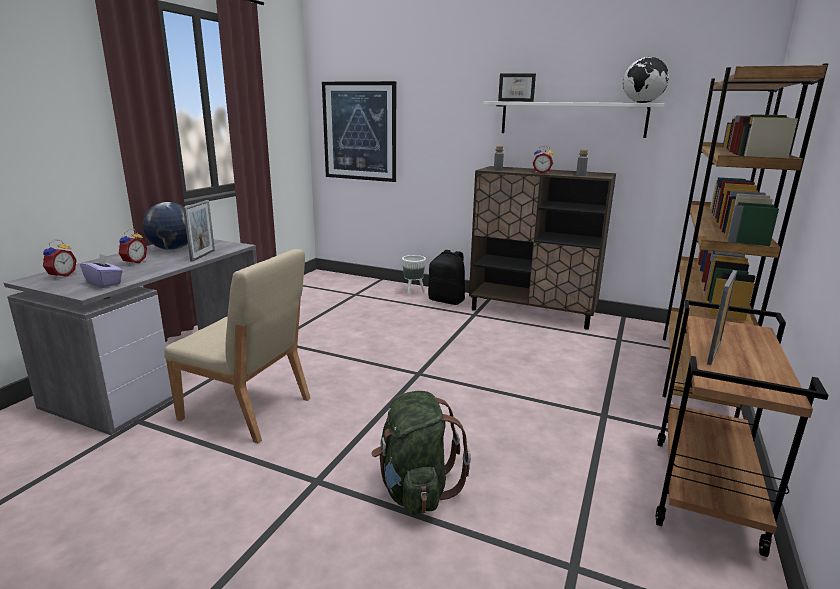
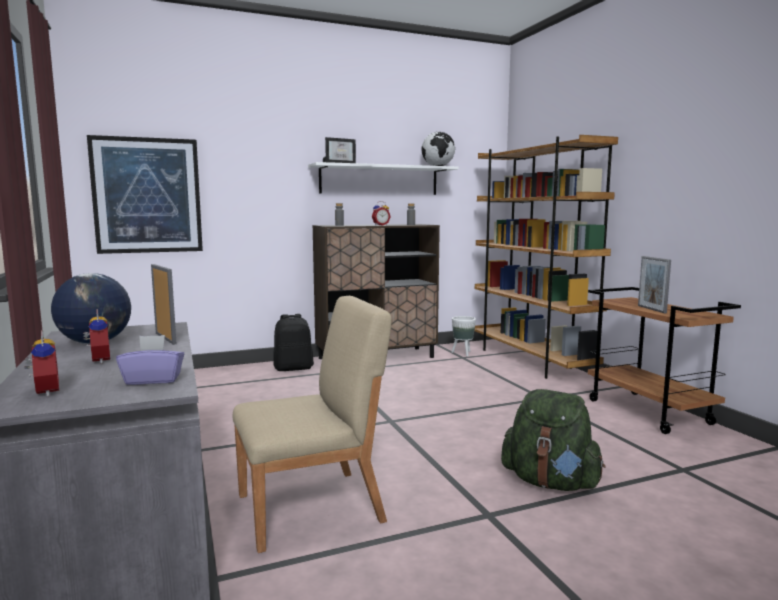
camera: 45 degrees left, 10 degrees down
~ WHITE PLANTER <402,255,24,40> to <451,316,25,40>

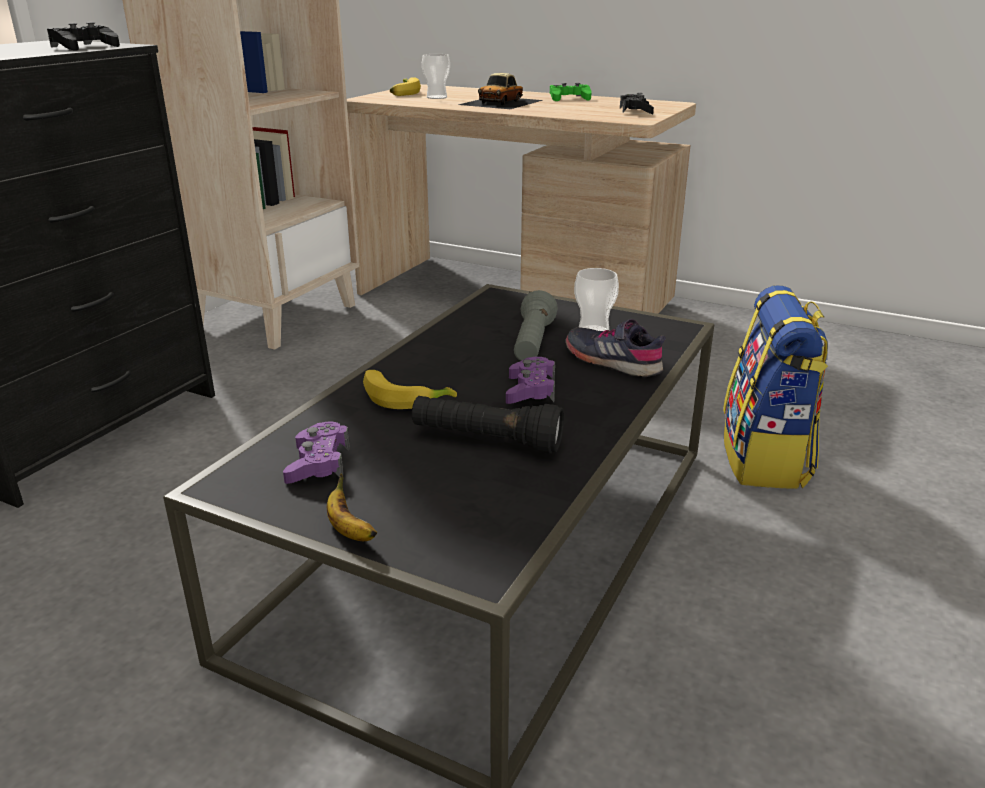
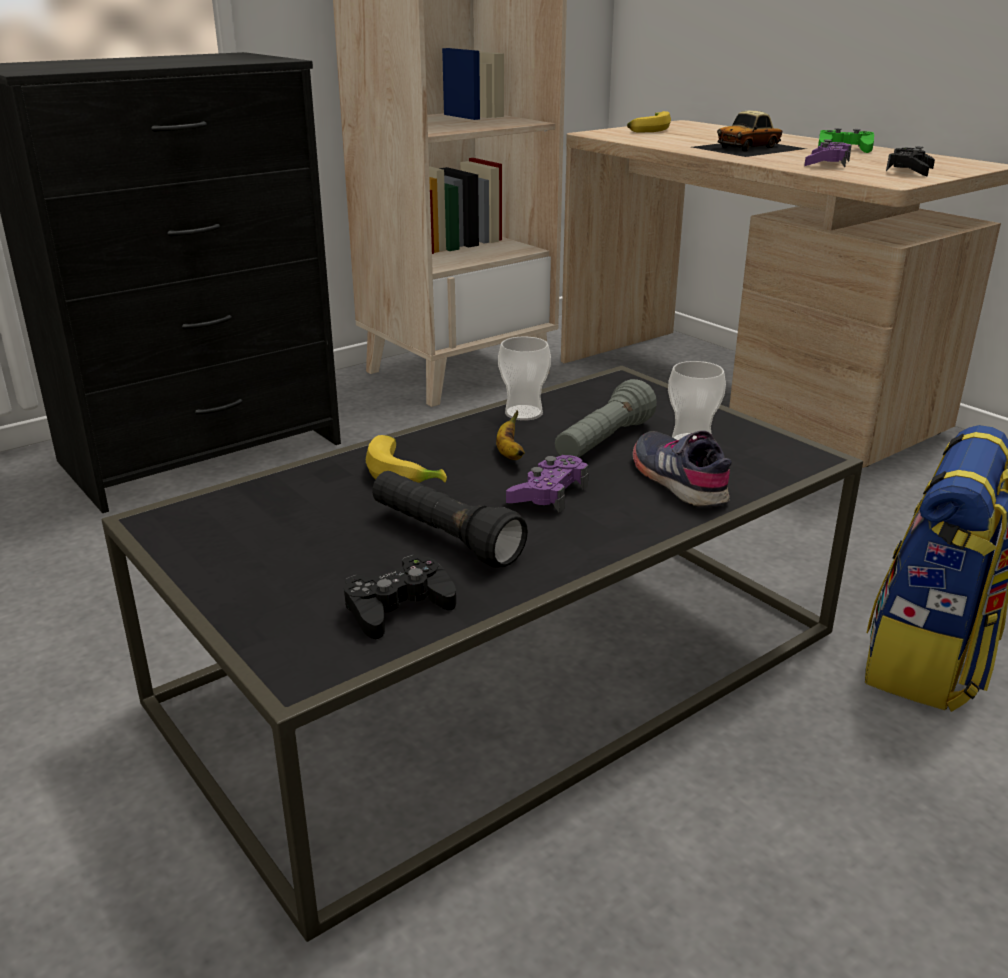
camera: 25 degrees right, 0 degrees up
~ BLACK GAME CONTROLLER <47,22,73,29> to <344,555,112,84>
~ CUP <422,54,28,45> to <498,336,53,85>
~ PURPLE GAME CONTROLLER <283,421,67,63> to <804,139,48,29>
~ BANANA <327,474,50,67> to <496,410,29,50>

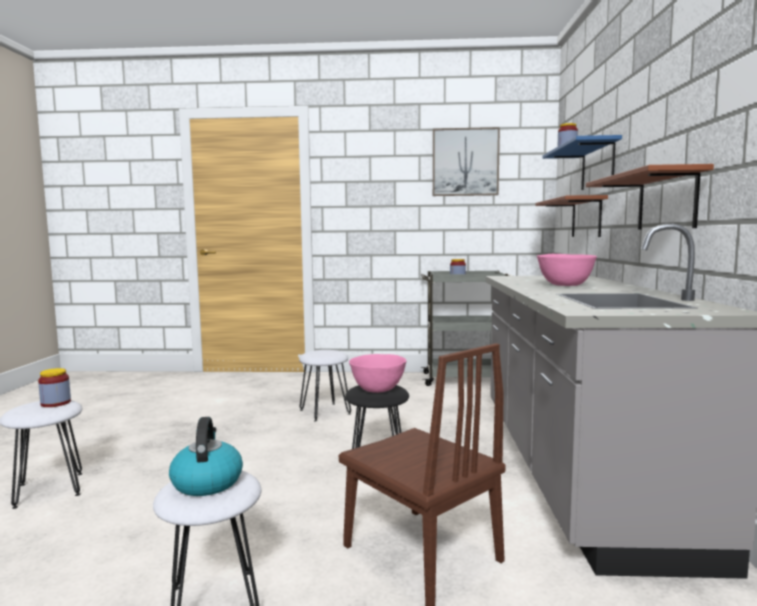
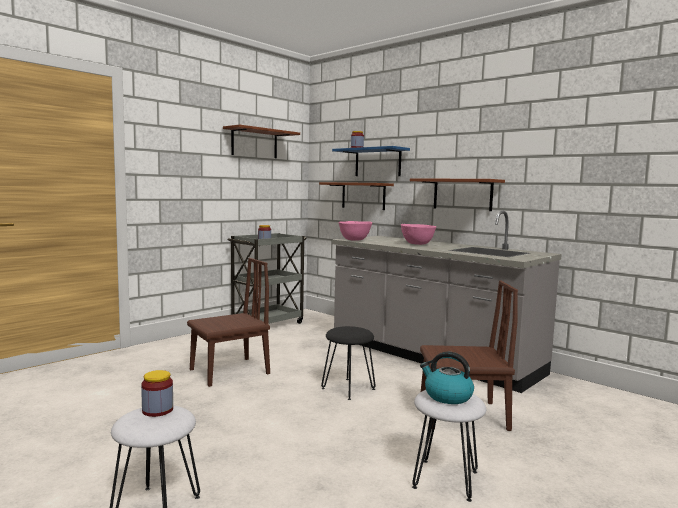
camera: 50 degrees left, 0 degrees up
~ PICTURE <433,127,67,69> to BROWN SHELF <223,125,77,33>
~ WHITE STOOL <299,350,52,71> to BROWN CHAIR <187,258,83,129>
~ PINK BOWL <349,354,57,39> to <338,221,34,20>

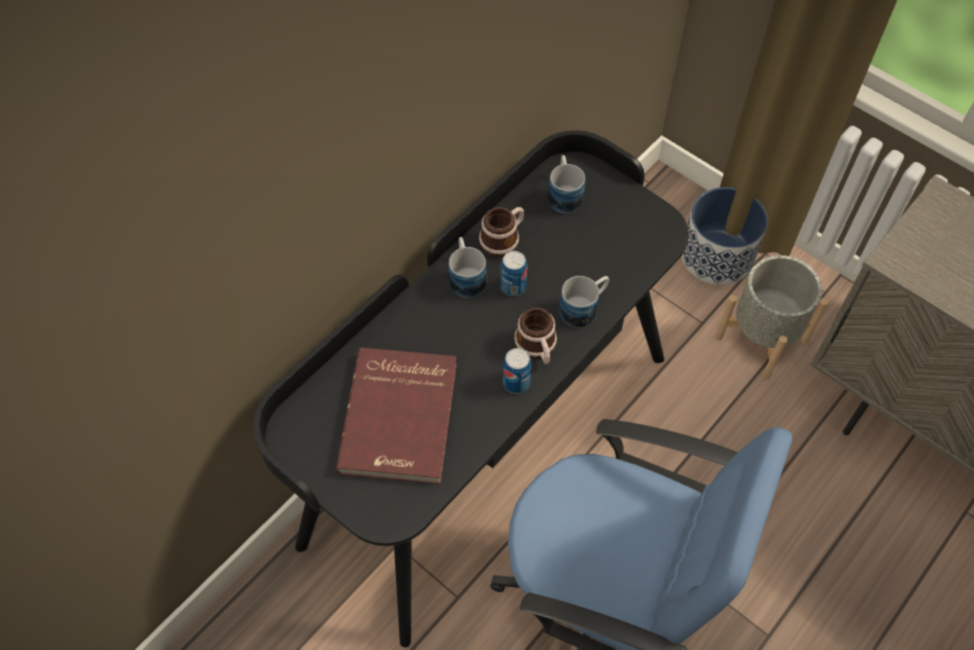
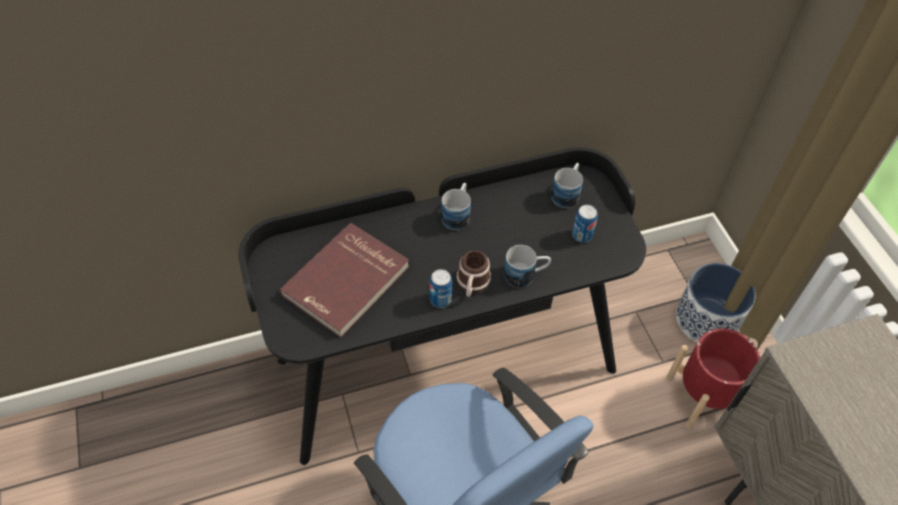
camera: 30 degrees right, 5 degrees down
- MUG <479,207,45,50>
~ CAN <500,251,27,45> to <572,205,26,37>
~ GREY PLANTER <715,255,113,125> to RED PLANTER <666,328,94,101>

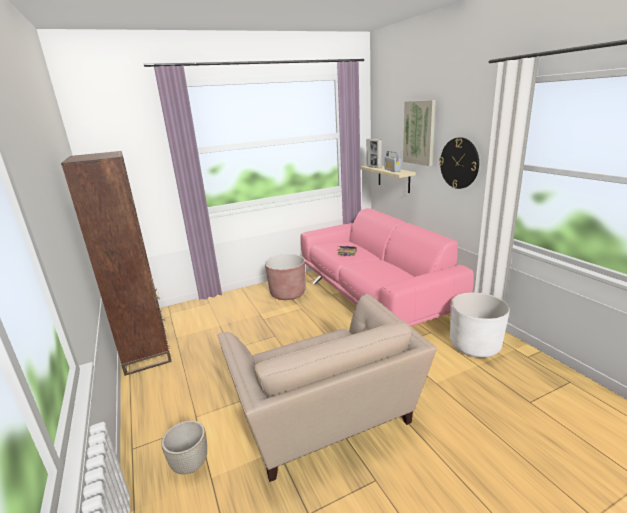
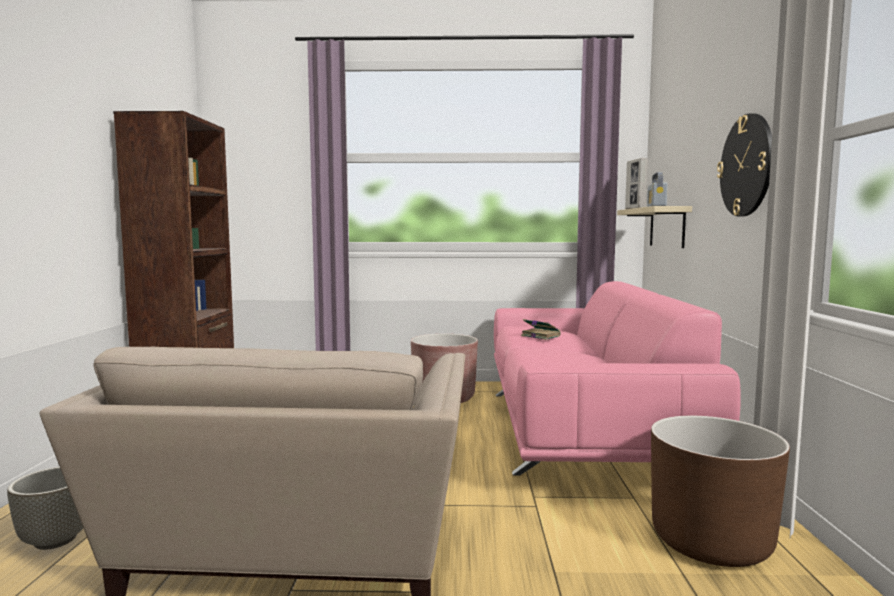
camera: 25 degrees right, 15 degrees down
- PICTURE <403,100,33,66>
~ WHITE PLANTER <450,292,60,66> to BROWN PLANTER <651,416,139,151>

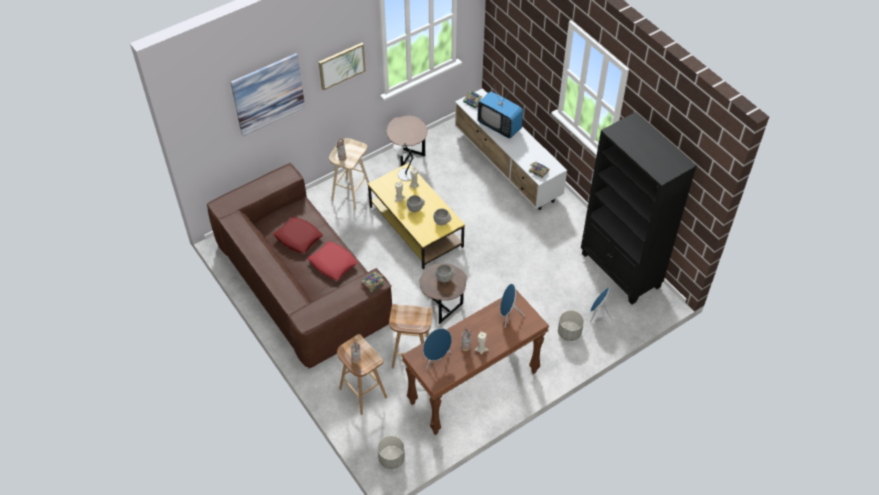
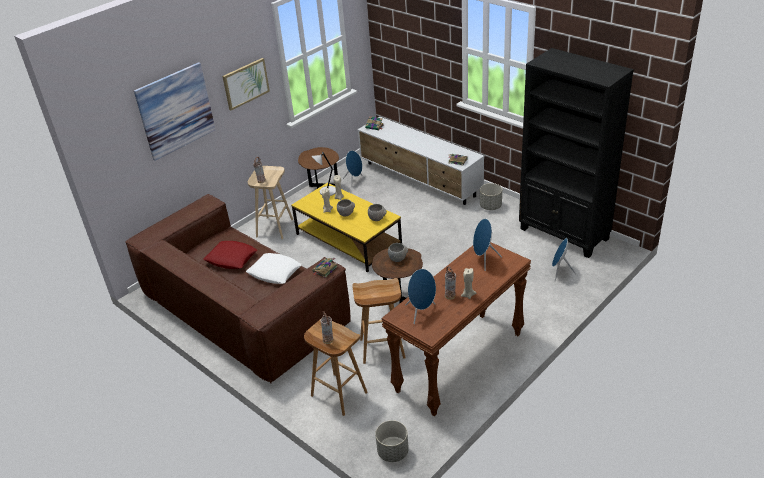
camera: 10 degrees left, 15 degrees down
- TELEVISION <477,85,46,54>
~ RED PILLOW <308,242,50,38> to WHITE PILLOW <246,253,55,31>
~ GREY PLANTER <558,310,26,31> to <480,183,22,27>
+ BLUE SPEAKER <343,150,20,38>

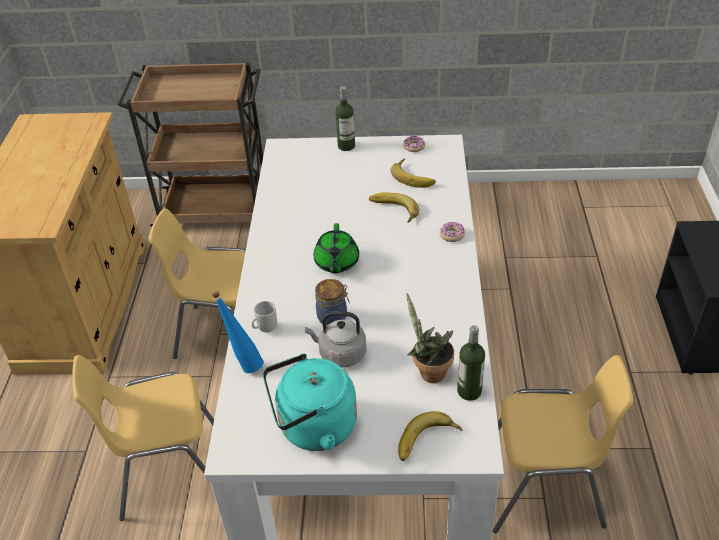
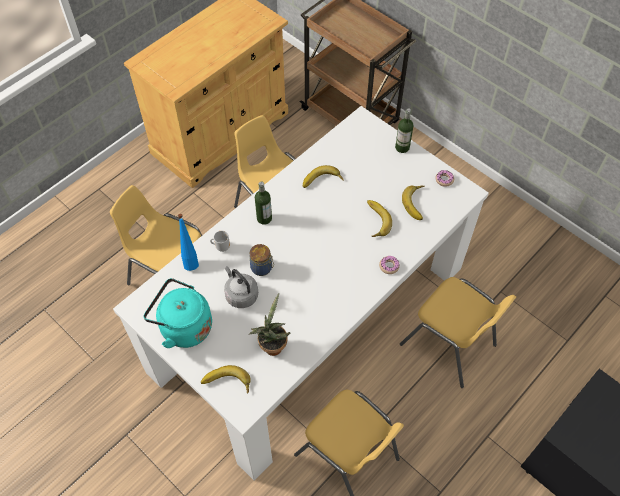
camera: 40 degrees right, 15 degrees up
- GREEN TEAPOT <314,223,45,50>
~ BOTTLE <457,325,28,76> to <255,181,17,44>
+ BANANA <303,165,40,23>
+ YELLOW CHAIR <400,277,116,111>

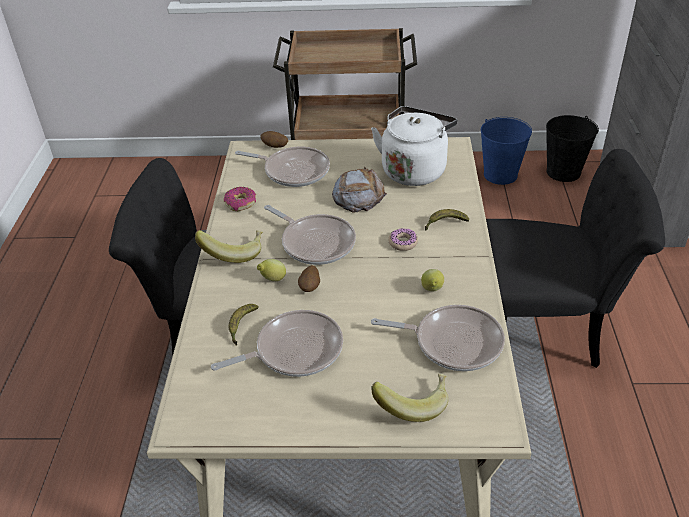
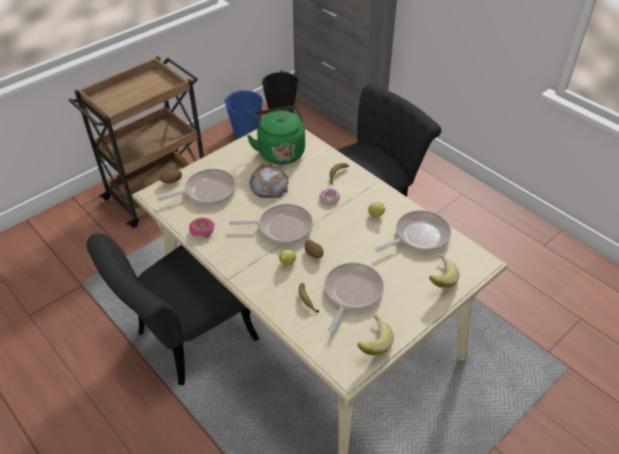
camera: 45 degrees left, 5 degrees up
~ WHITE KETTLE <371,106,86,80> to GREEN KETTLE <247,106,58,59>
~ BANANA <195,230,68,33> to <357,314,37,41>

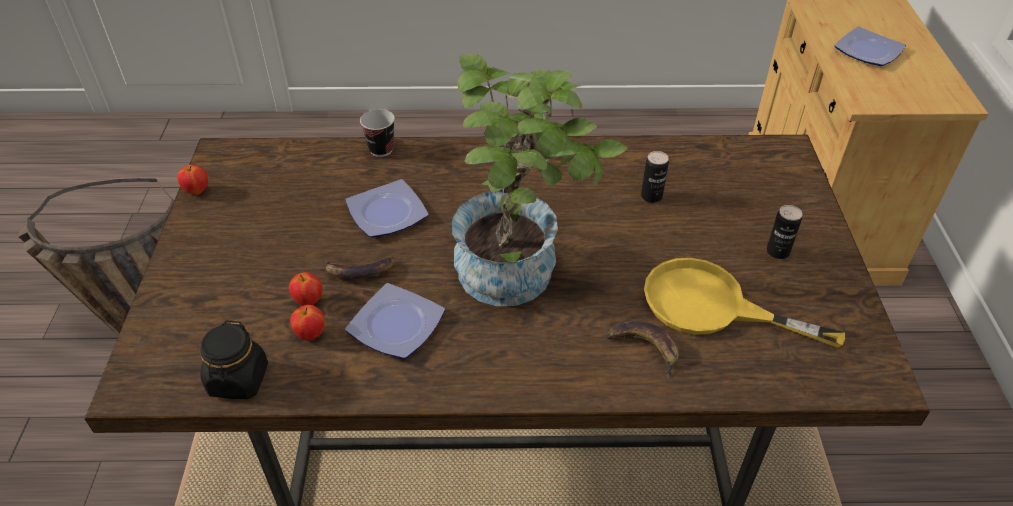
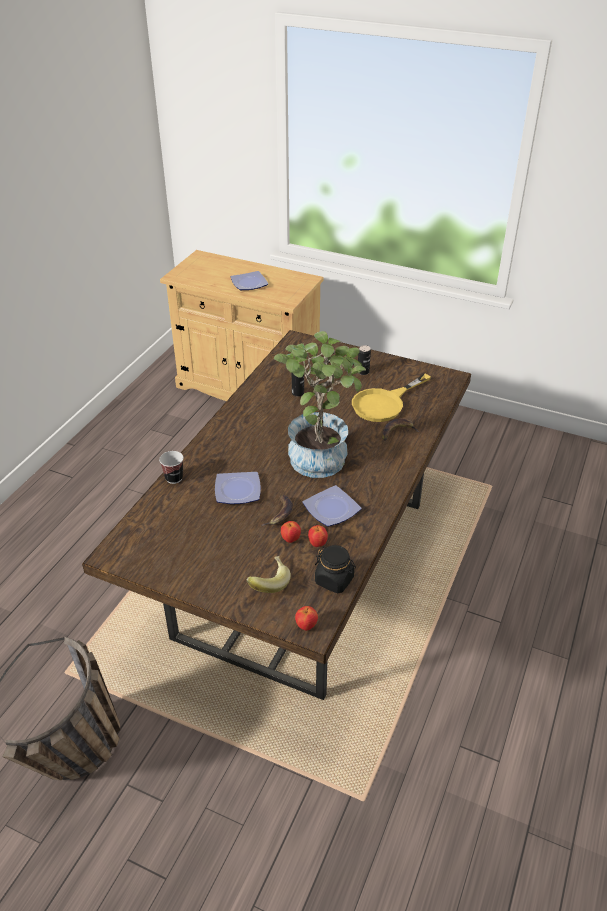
camera: 65 degrees left, 5 degrees down
~ APPLE <177,165,31,30> to <295,606,23,25>
+ BANANA <247,556,44,37>

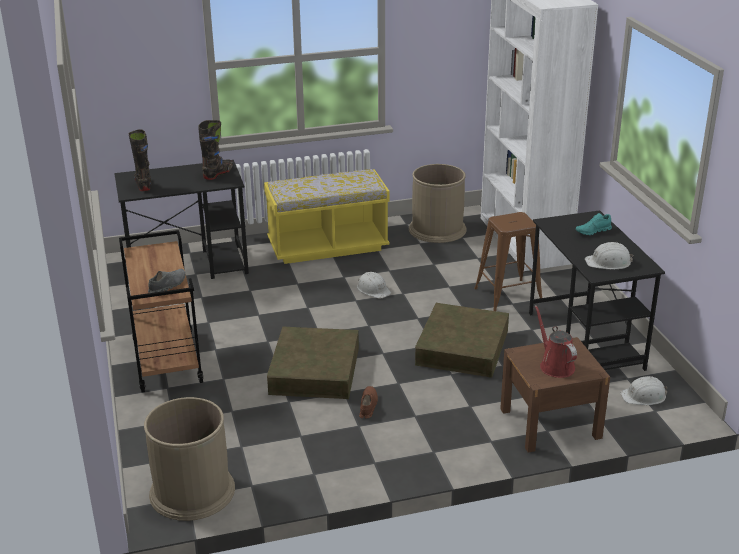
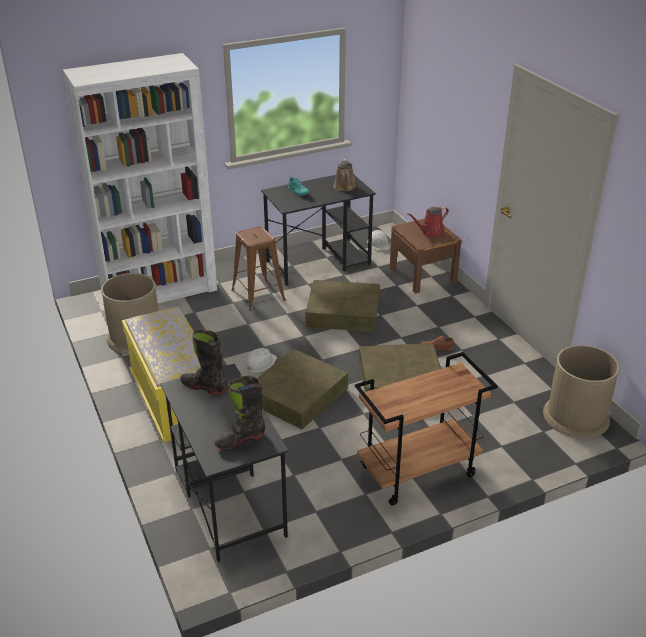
camera: 100 degrees left, 5 degrees up
~ WHITE HARD HAT <585,242,48,27> to BROWN WATERING CAN <334,159,22,32>
- GREY SHOE <148,269,37,24>
+ BROWN STORAGE BOX <257,349,91,80>

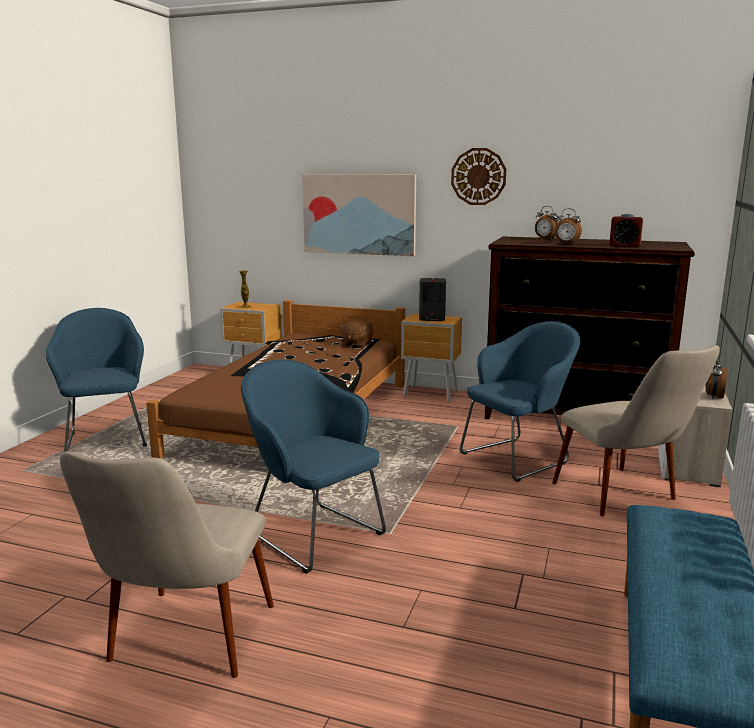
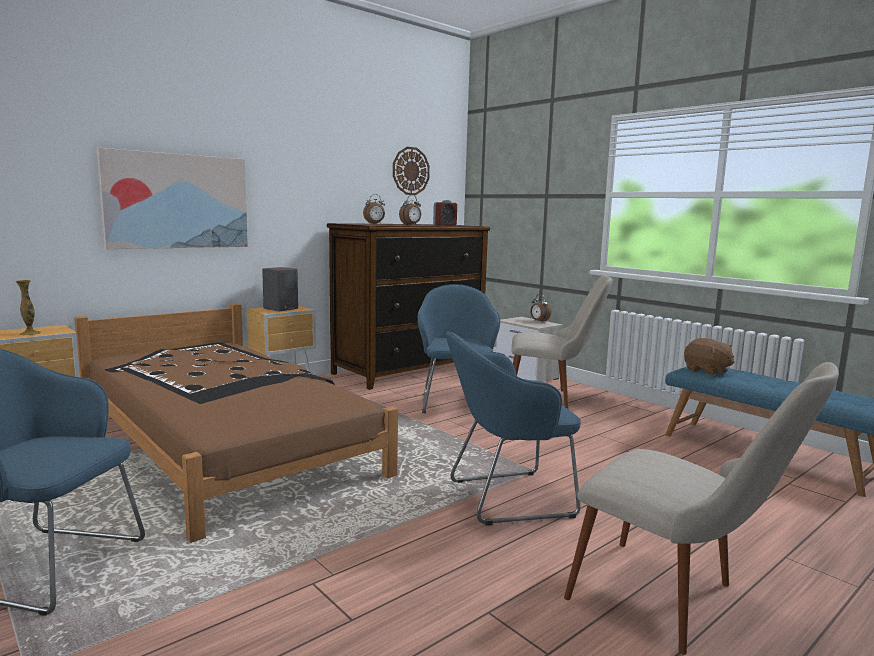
camera: 60 degrees left, 5 degrees down
~ WALL CLOCK <451,148,55,57> to <393,147,37,48>
~ BROWN PLUSH TOY <340,318,33,30> to <684,338,50,38>

